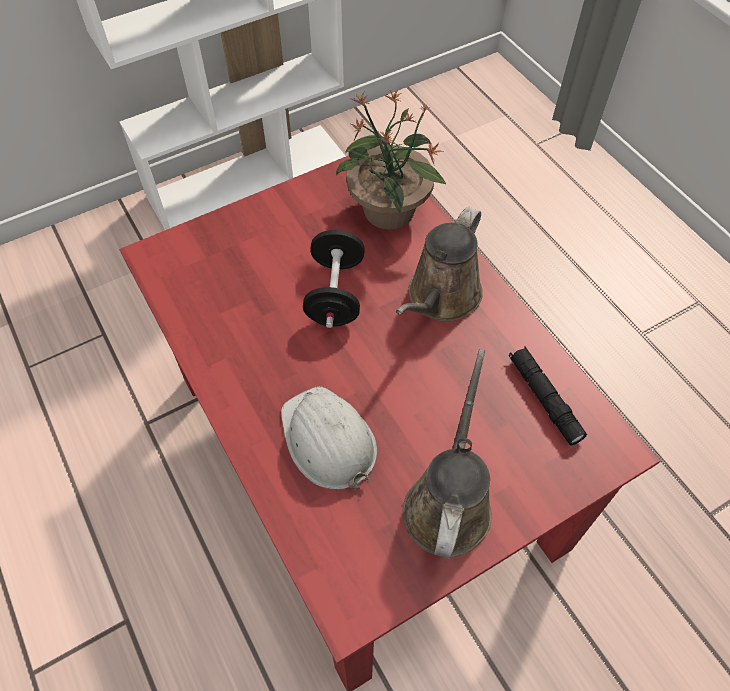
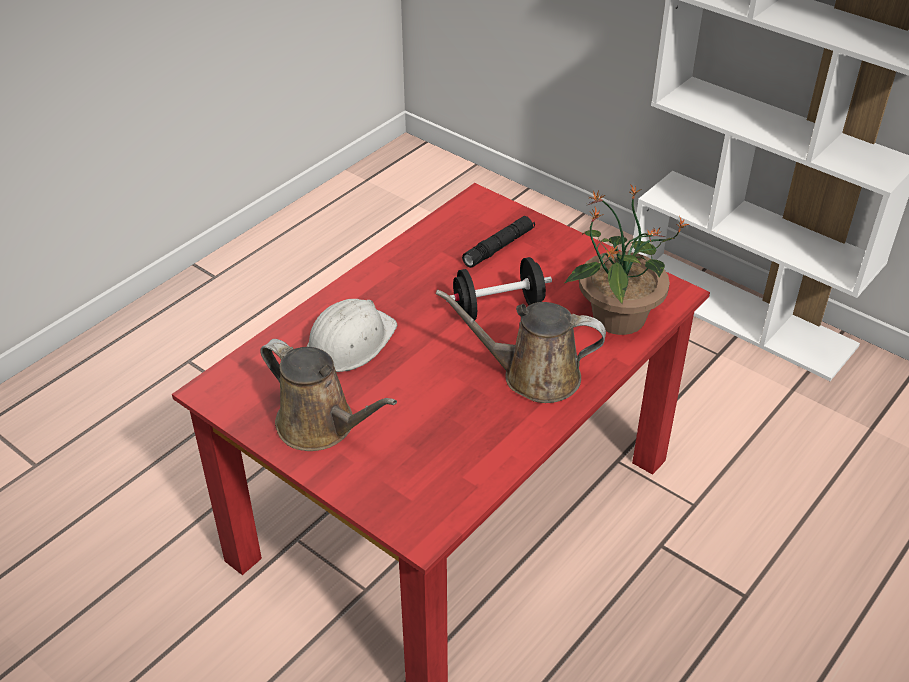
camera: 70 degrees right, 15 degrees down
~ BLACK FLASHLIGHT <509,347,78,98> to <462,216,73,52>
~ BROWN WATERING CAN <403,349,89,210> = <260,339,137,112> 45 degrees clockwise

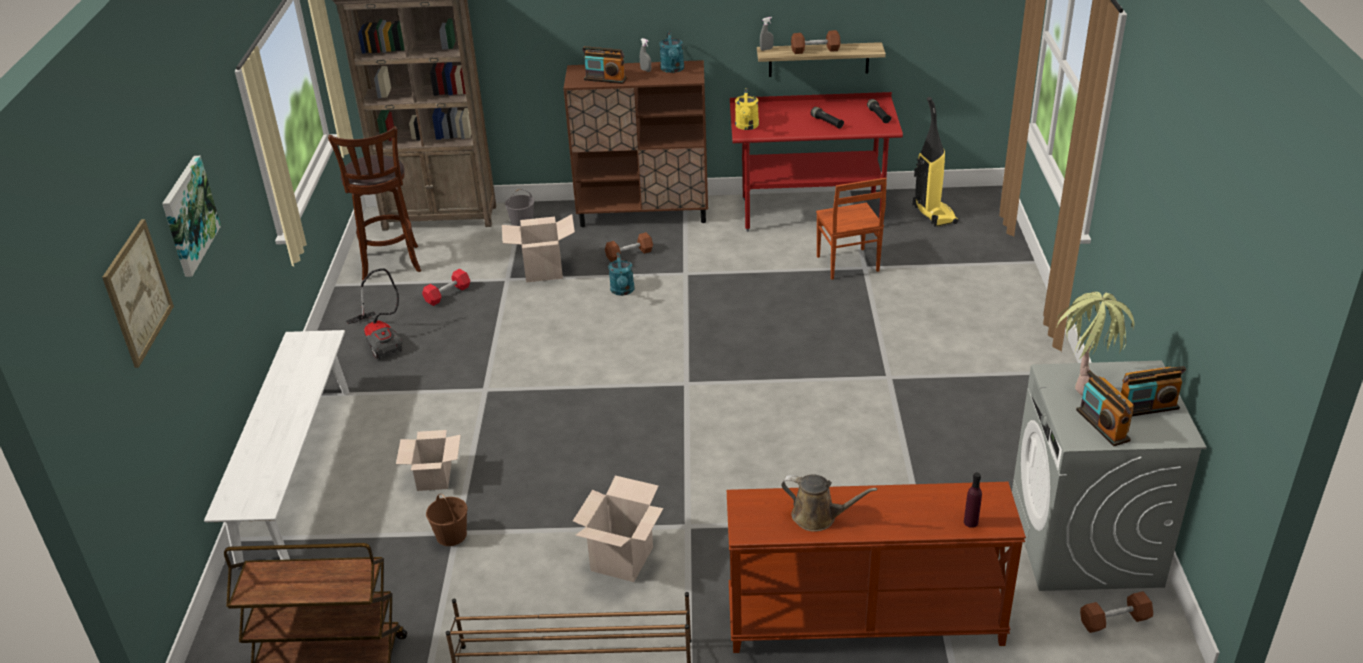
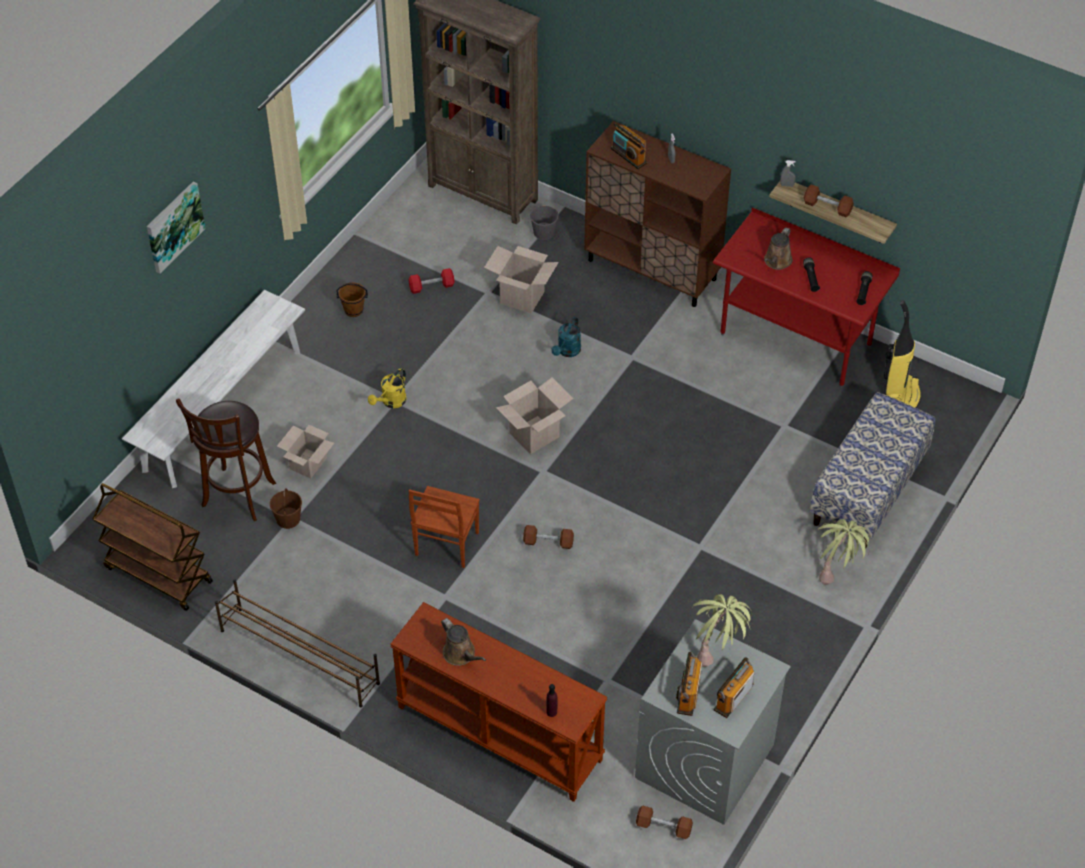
camera: 30 degrees right, 15 degrees up
- TURQUOISE WATERING CAN <659,31,25,42>
~ YELLOW WATERING CAN <735,88,24,42> to <368,368,39,40>
~ BROWN STOOL <328,126,93,154> to <176,398,100,123>
~ BROWN CHAIR <816,178,71,102> to <409,486,71,82>
- PICTURE <102,219,72,149>
~ BROWN DUMBBELL <605,232,48,30> to <523,525,51,24>
~ VACUUM CLEANER <346,269,57,91> to BROWN BUCKET <336,282,32,35>
~ RADIO <1121,366,65,50> = <714,658,40,60> 105 degrees clockwise
~ CARDBOARD BOX <573,476,90,106> to <496,378,78,76>
+ BROWN WATERING CAN <764,227,28,43>
+ BENCH <810,392,126,156>
+ POTTED PLANT <818,519,52,66>

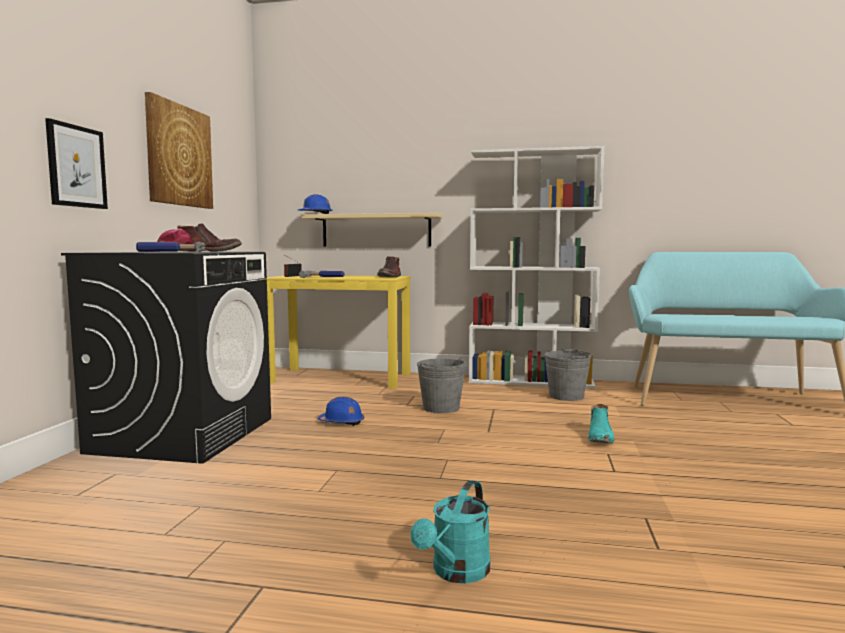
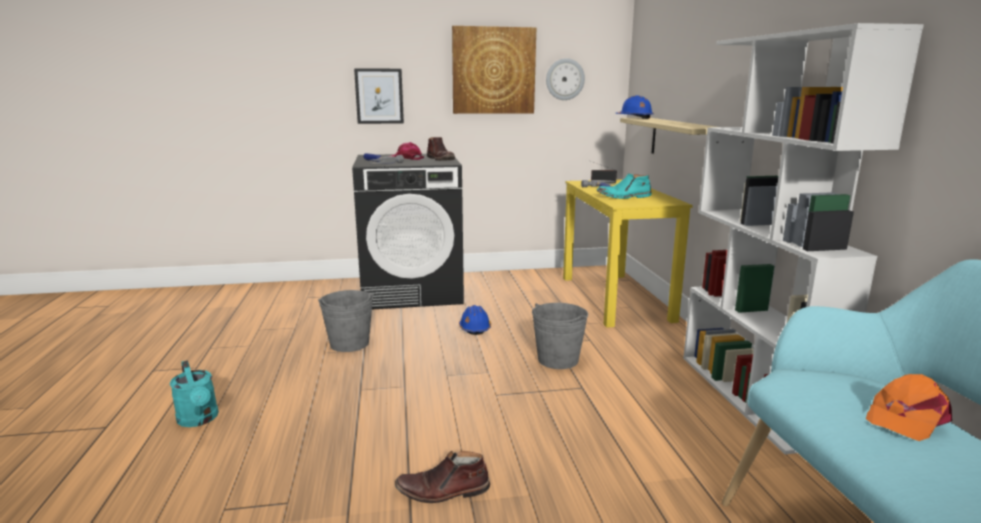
camera: 70 degrees right, 10 degrees up
~ BROWN BOOT <378,256,23,21> to <395,451,95,52>
~ GREY BUCKET <544,348,48,53> to <318,290,56,62>
~ TURQUOISE BOOT <588,404,26,39> to <597,173,55,26>
~ TURQUOISE WATERING CAN <410,480,80,103> = <170,360,49,67> 135 degrees counterclockwise
+ WALL CLOCK <546,58,39,42>
+ ORANGE CAP <866,374,86,67>

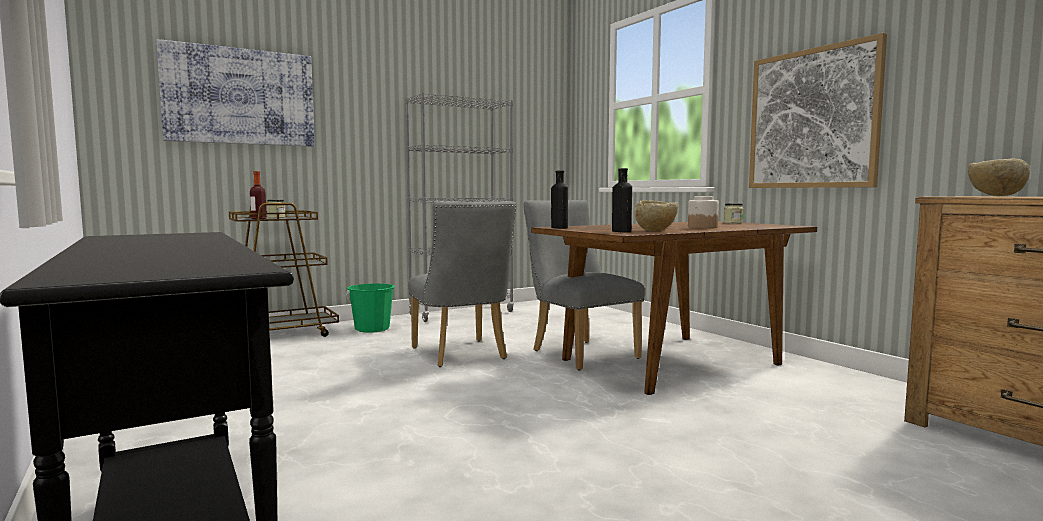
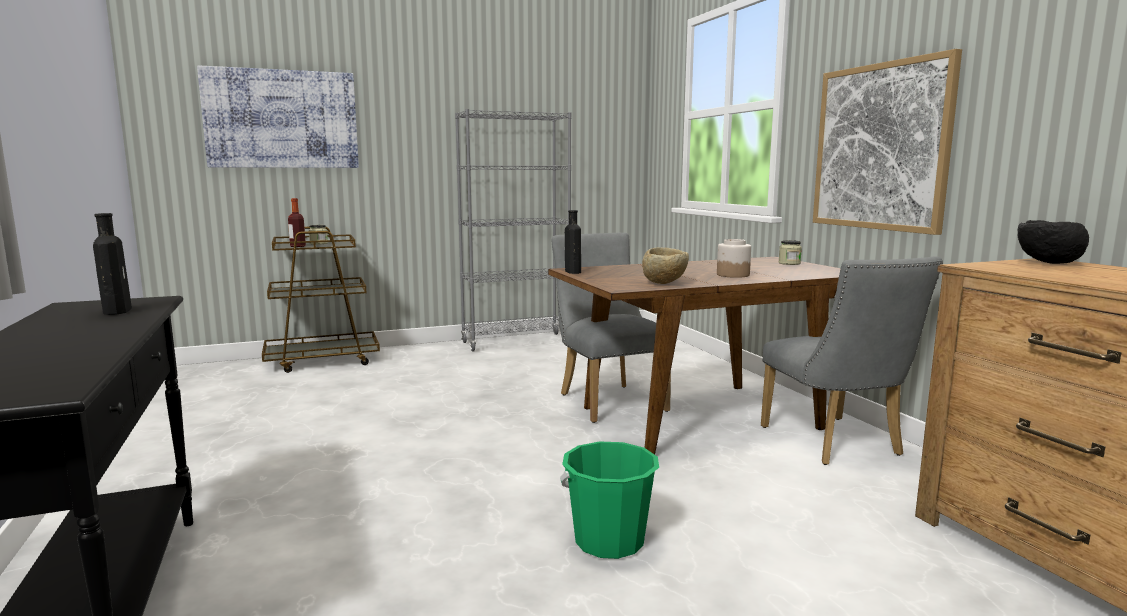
camera: 10 degrees right, 5 degrees up
~ BEIGE BOWL <968,158,62,38> to BLACK BOWL <1017,220,72,44>
~ BLACK BOTTLE <612,168,20,65> to <93,213,39,102>
~ GREY CHAIR <408,201,108,166> to <761,256,182,209>
~ GREEN BUCKET <346,283,49,50> to <560,442,99,117>

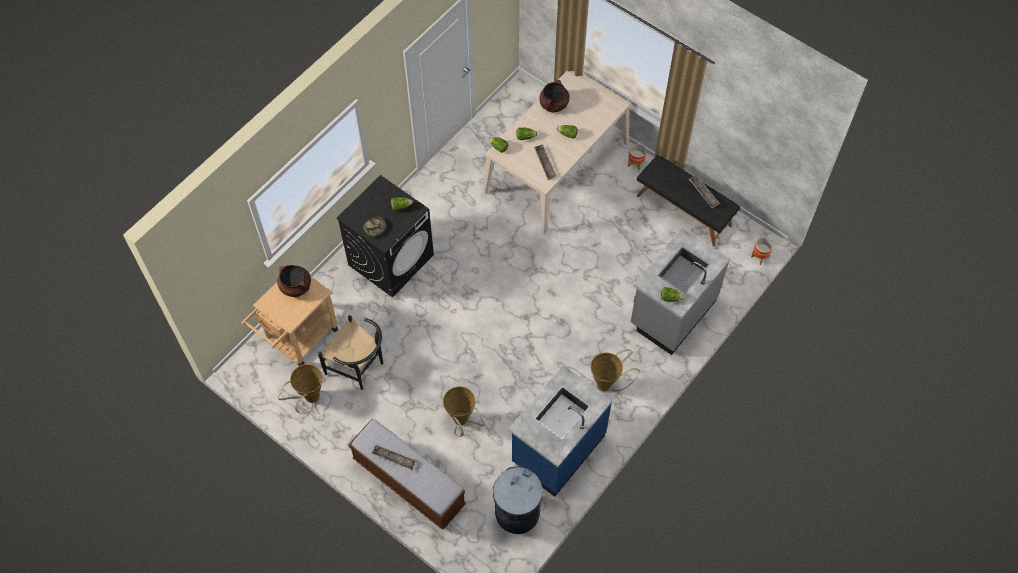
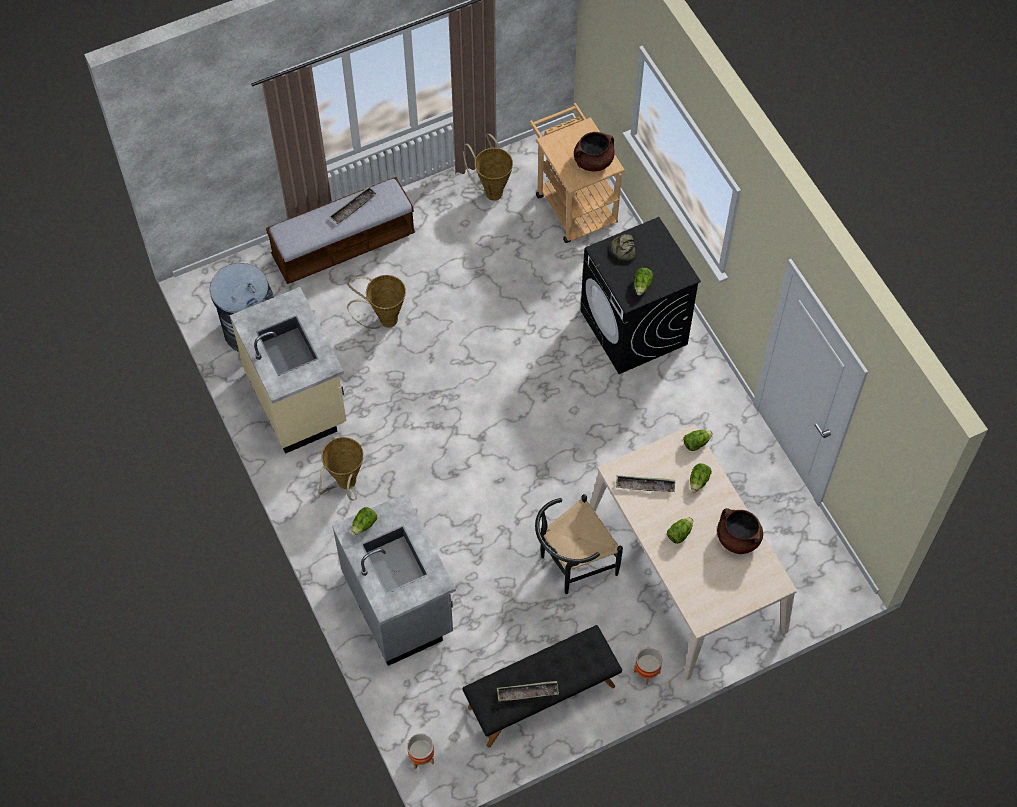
camera: 115 degrees right, 0 degrees up
~ BLACK CHAIR <318,315,65,75> to <535,494,88,100>
~ BLUE COUNTER <508,365,104,132> to BEIGE COUNTER <230,287,116,167>

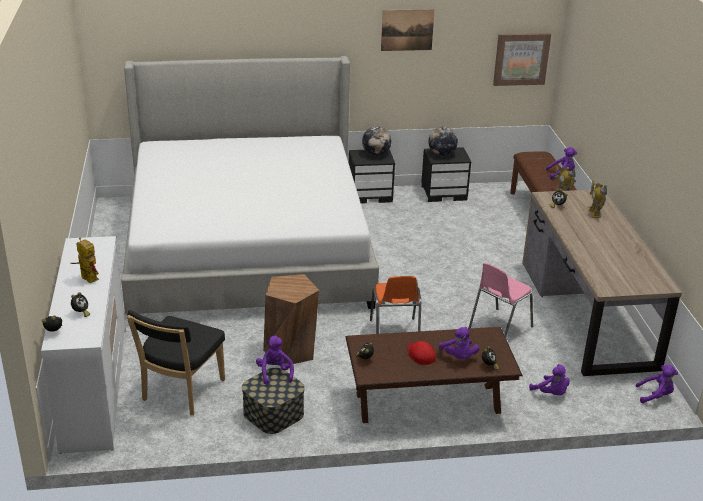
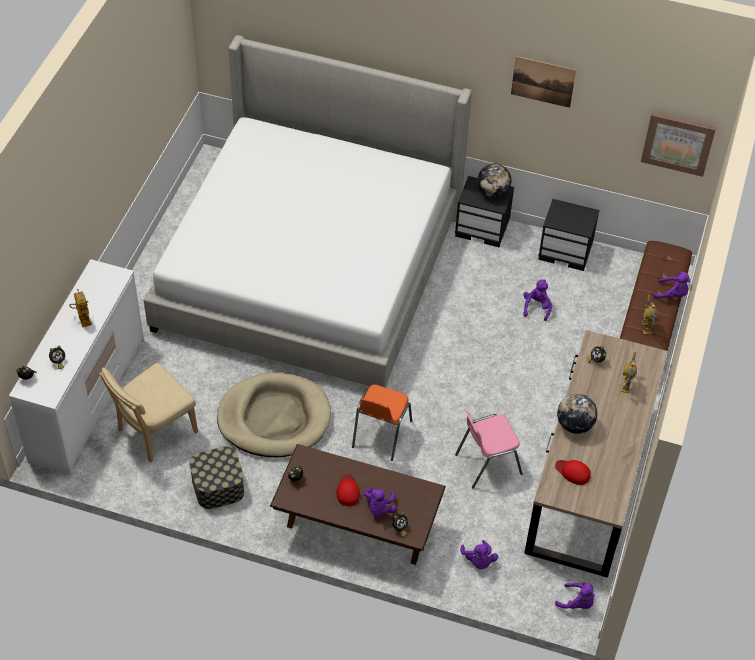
camera: 25 degrees right, 20 degrees up
~ GLOBE <428,127,30,29> to <557,394,40,40>
~ BROWN STOOL <263,274,56,90> to BEIGE DOG BED <217,373,114,84>
~ BLACK CHAIR <127,310,98,105> to BEIGE CHAIR <99,363,99,100>
~ PURPLE PLUSH TOY <256,335,38,50> to <523,279,29,42>
+ RED CAP <555,460,36,25>

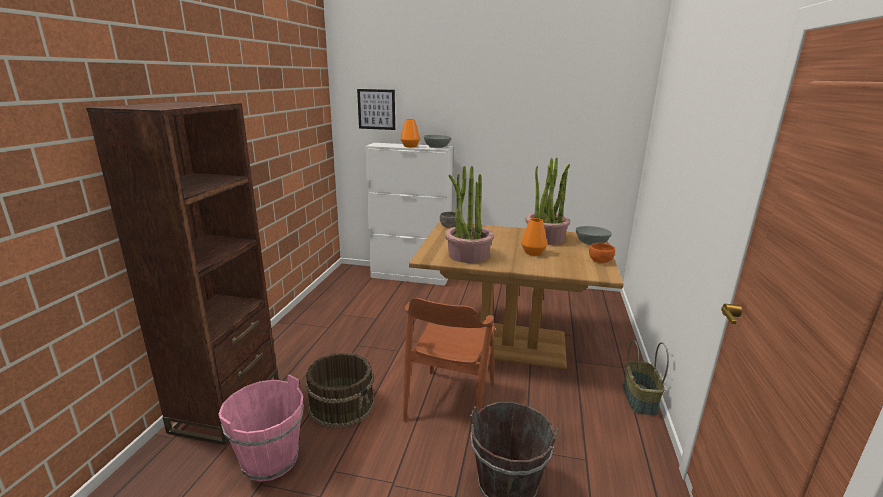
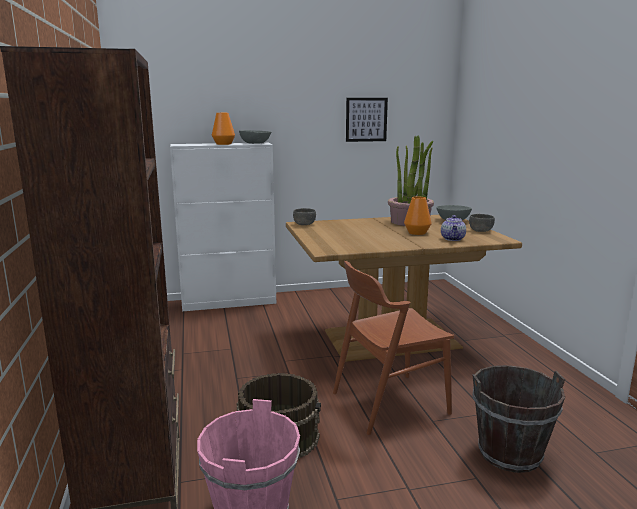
camera: 25 degrees left, 5 degrees down
~ PICTURE <357,89,38,41> to <346,98,42,44>
- POTTED PLANT <445,166,49,97>
~ ORANGE BOWL <589,243,26,20> to GREY BOWL <469,214,26,18>
~ BROWN CHAIR <403,298,92,124> = <333,261,121,174> 75 degrees clockwise
- BASKET <623,340,46,76>
+ TEAPOT <441,215,25,26>

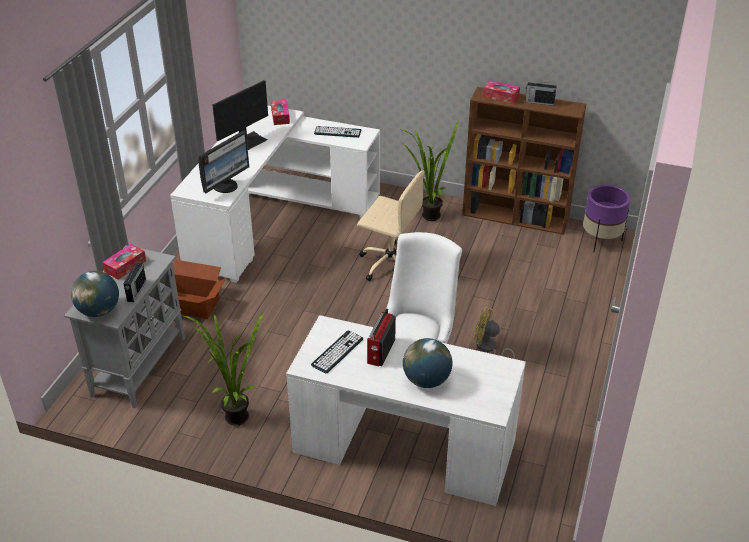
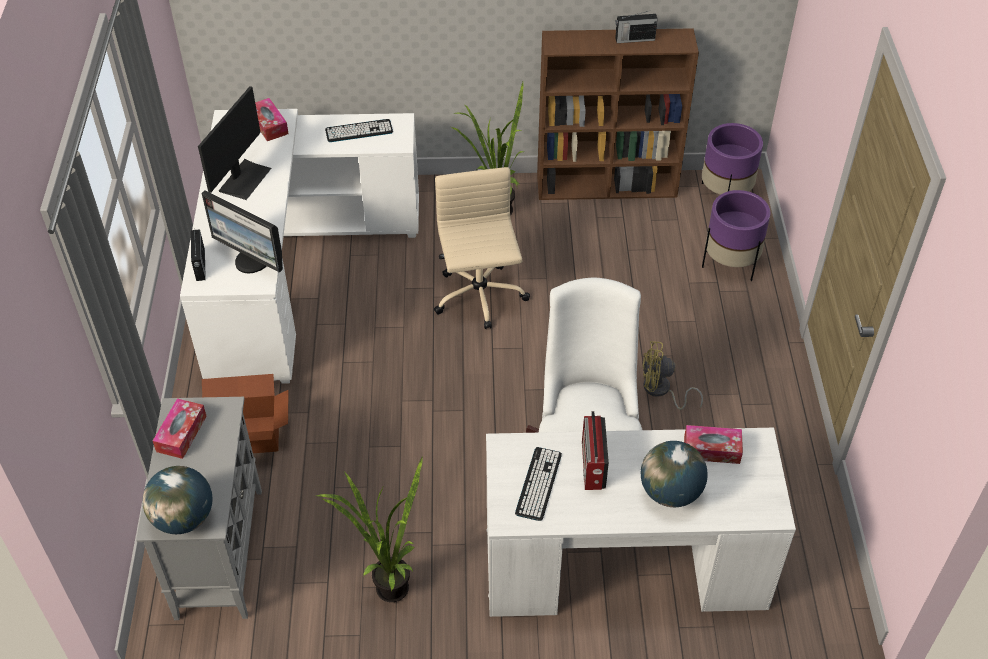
camera: 20 degrees left, 10 degrees up
~ TISSUE BOX <483,80,37,24> to <684,425,59,39>
~ MONITOR <198,130,51,63> = <201,191,82,82> 105 degrees clockwise
~ BEIGE OFFICE CHAIR <357,171,68,110> = <434,167,96,162> 105 degrees counterclockwise
~ RADIO <124,263,22,39> to <191,229,15,52>
+ PURPLE PLANTER <702,190,69,91>

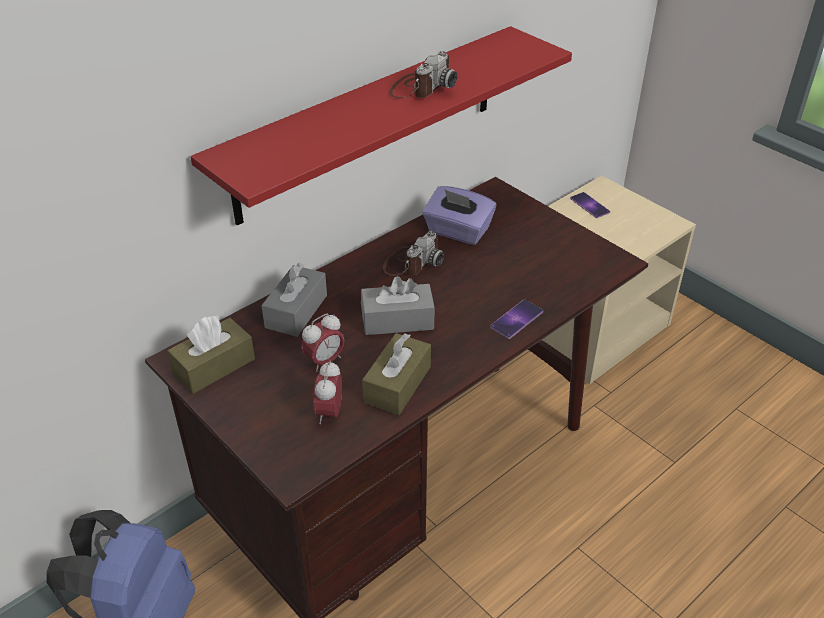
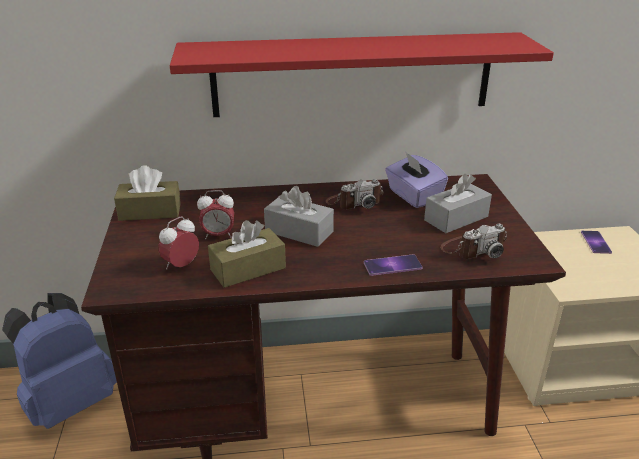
camera: 35 degrees right, 10 degrees down
~ PHOTO CAMERA <389,51,68,47> to <440,224,67,35>
~ GREY TISSUE BOX <261,262,66,75> to <424,174,68,59>

